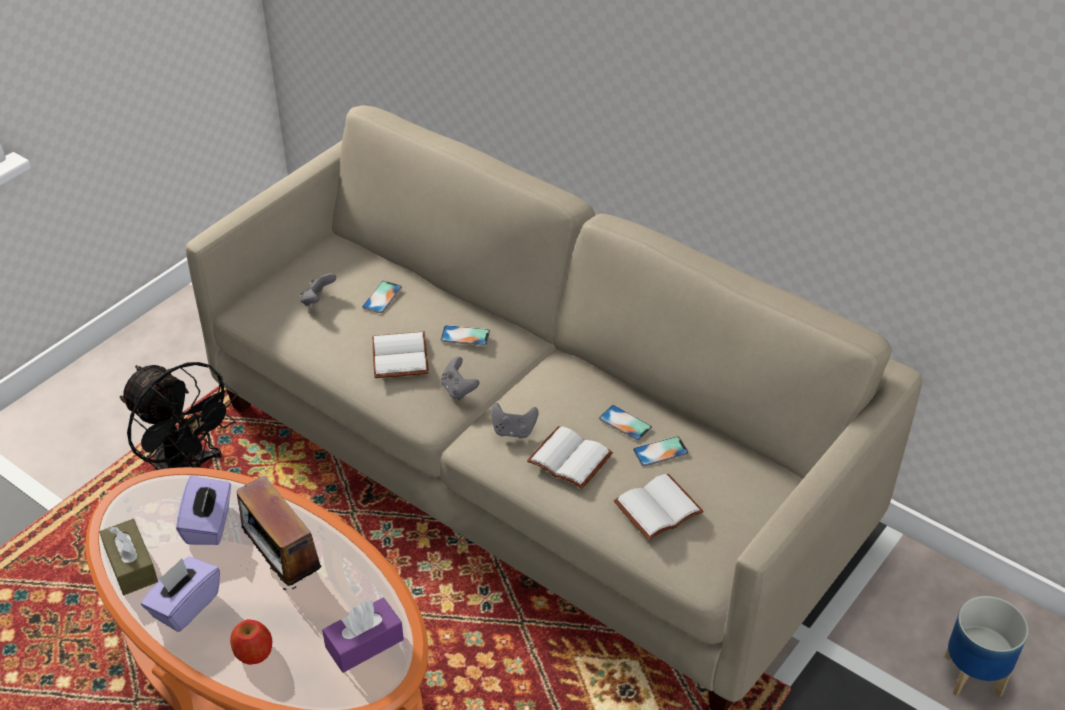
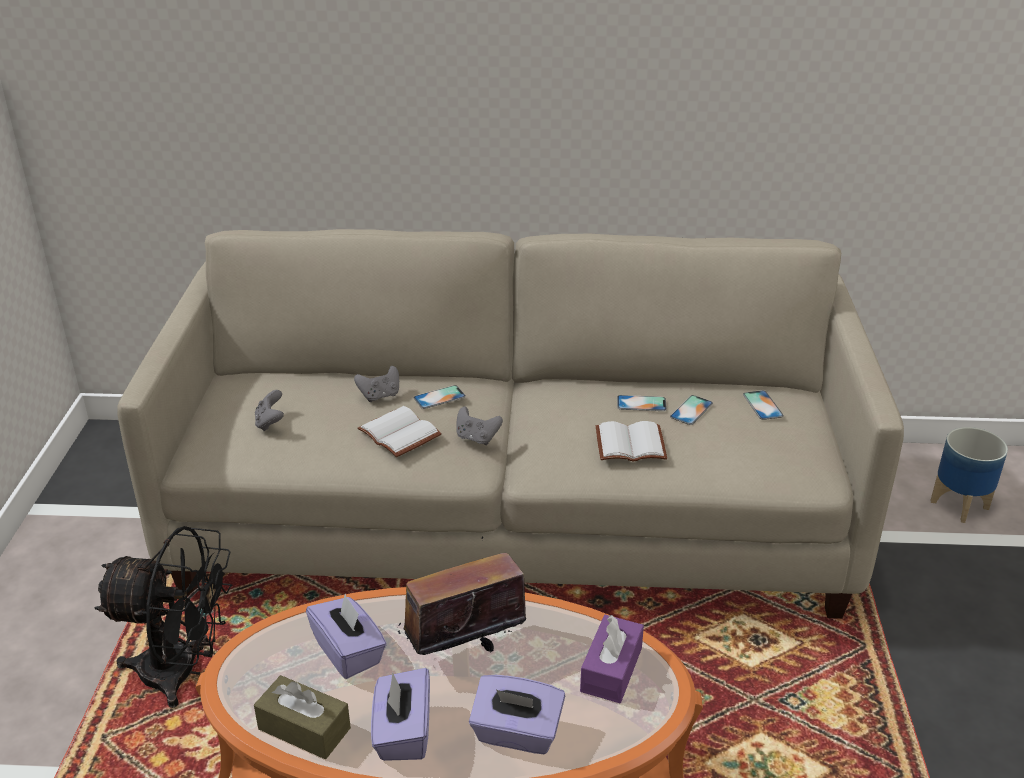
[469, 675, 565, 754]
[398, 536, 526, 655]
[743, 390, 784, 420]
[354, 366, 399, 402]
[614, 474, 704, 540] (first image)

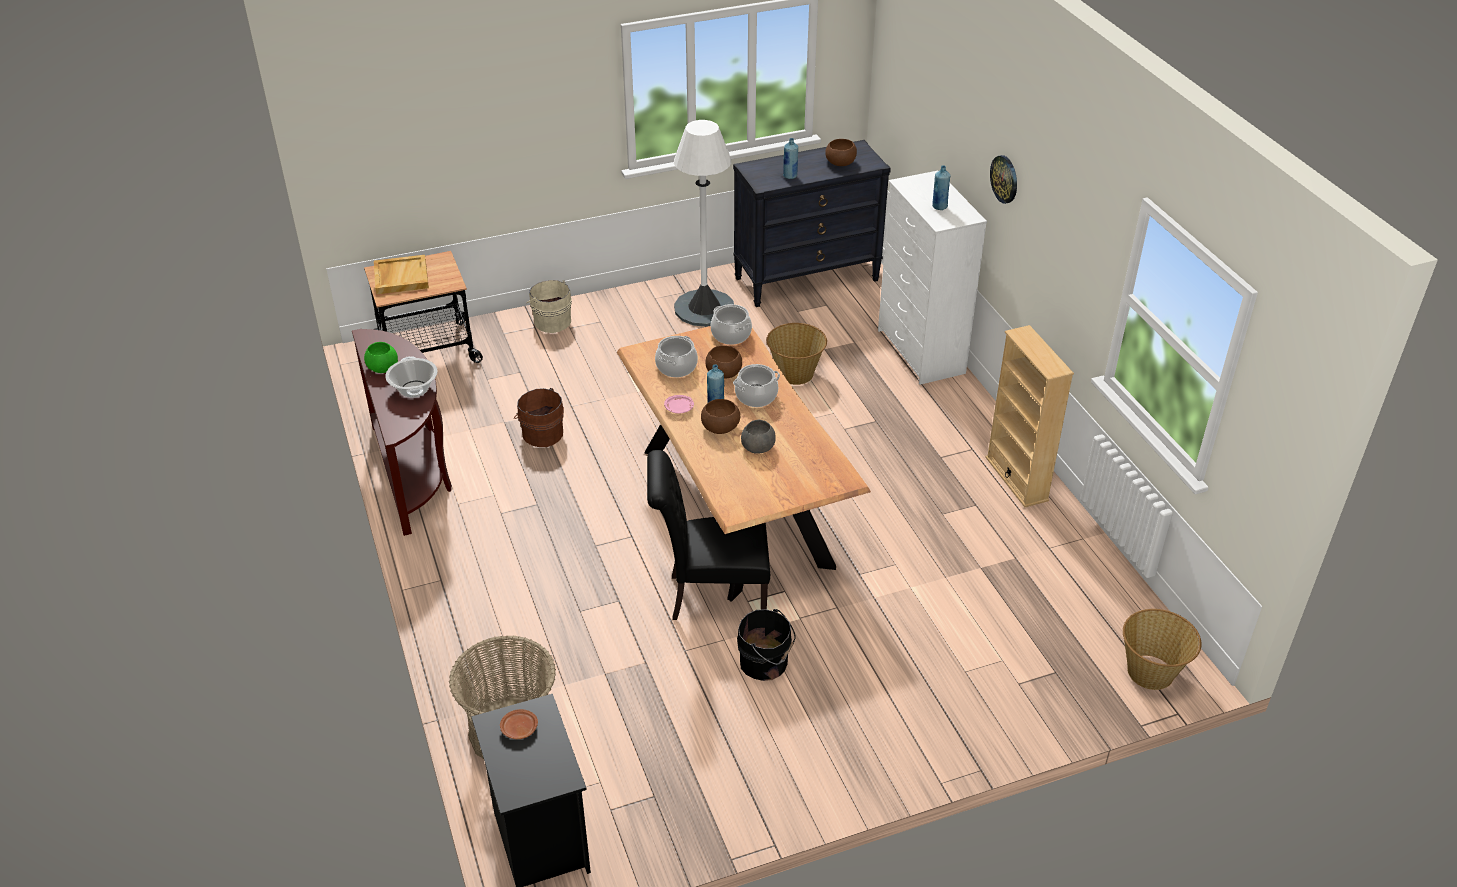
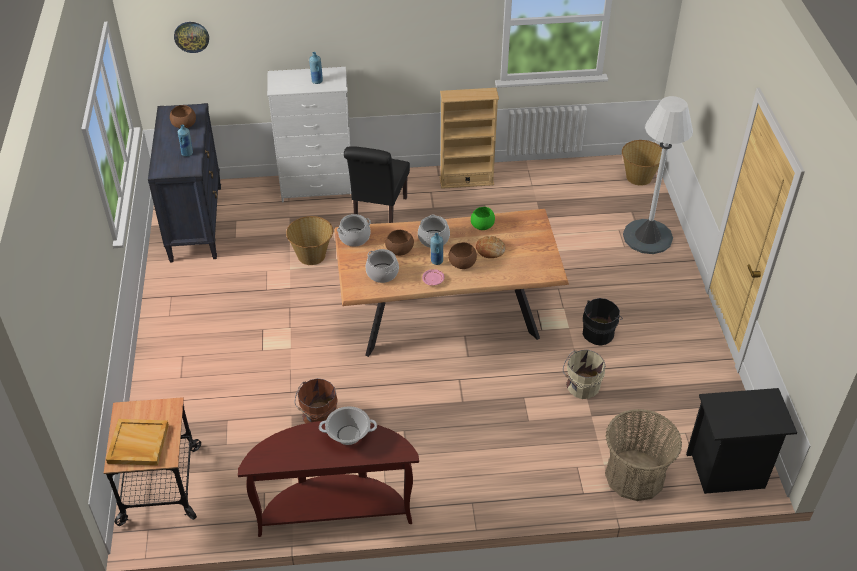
[471, 207, 495, 230]
[500, 709, 538, 739] (first image)
[563, 350, 605, 399]
[344, 146, 410, 223]
[623, 96, 693, 254]
[476, 236, 505, 258]
[174, 22, 209, 53]

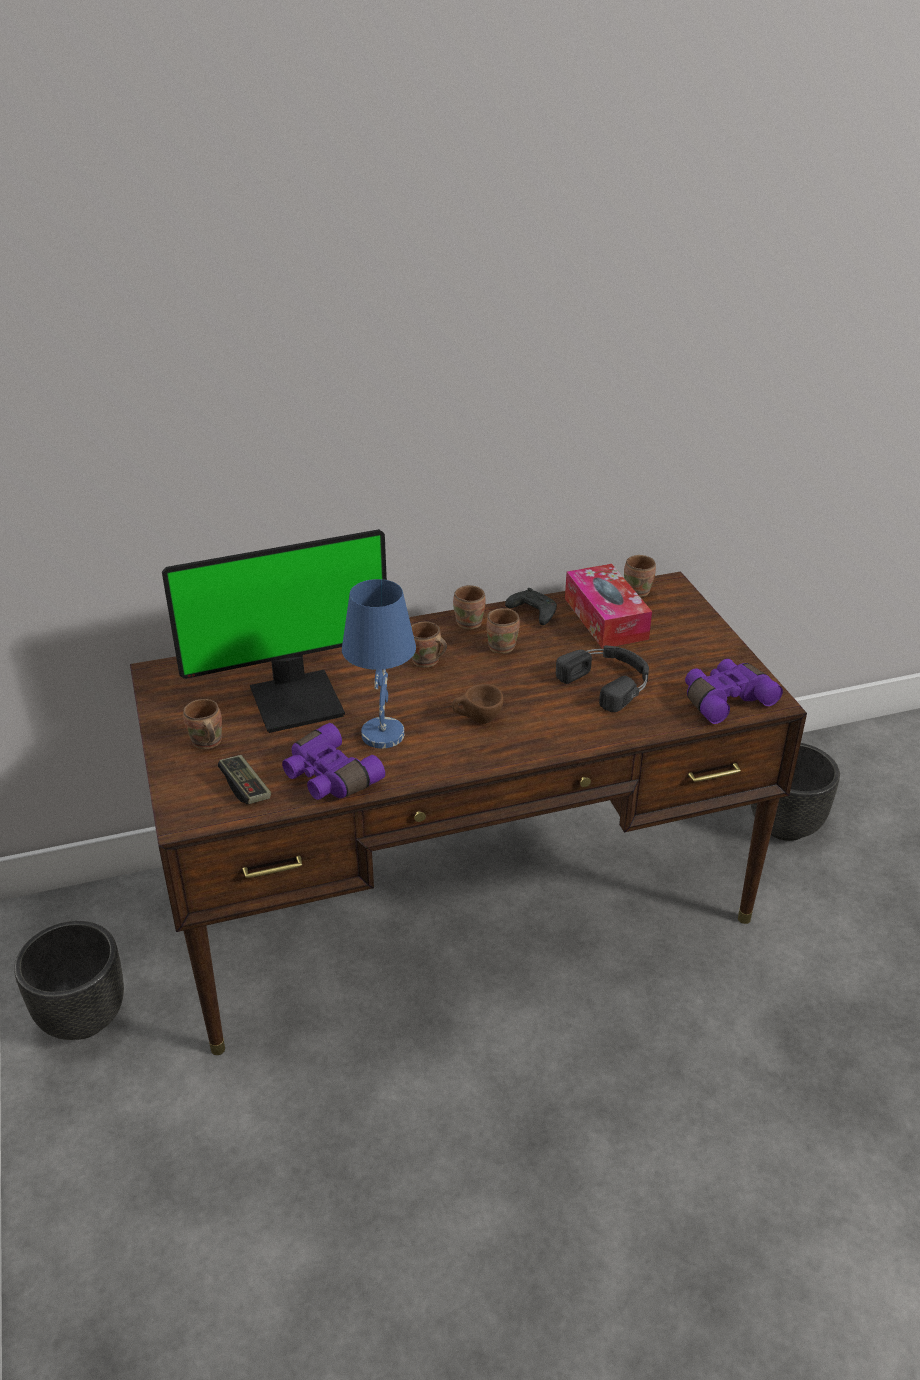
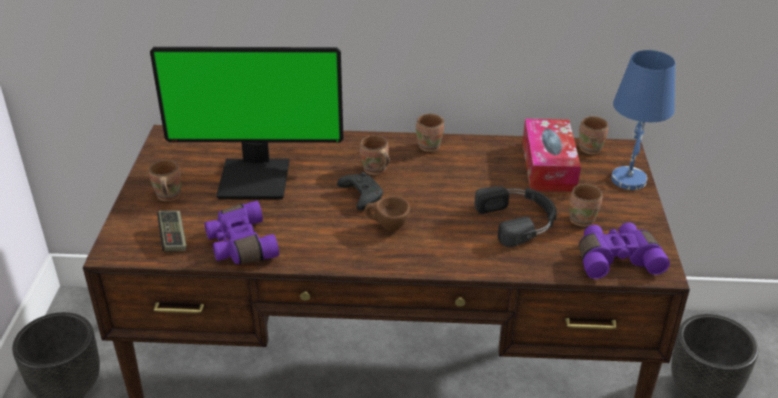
[611, 50, 675, 190]
[569, 184, 602, 227]
[337, 172, 383, 210]

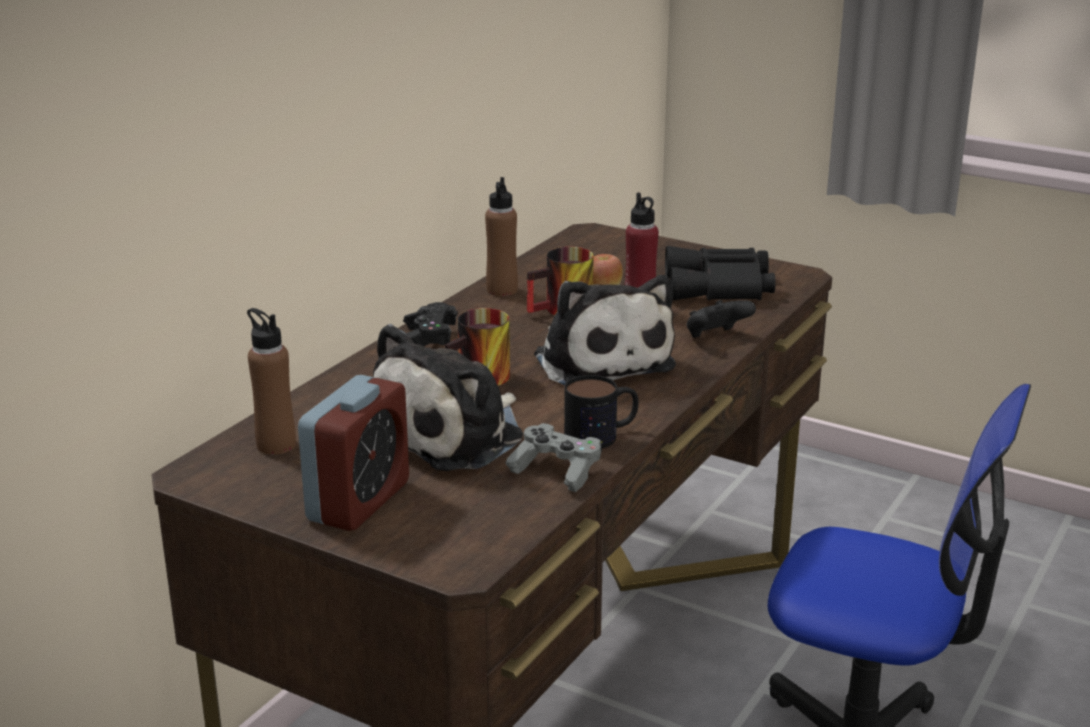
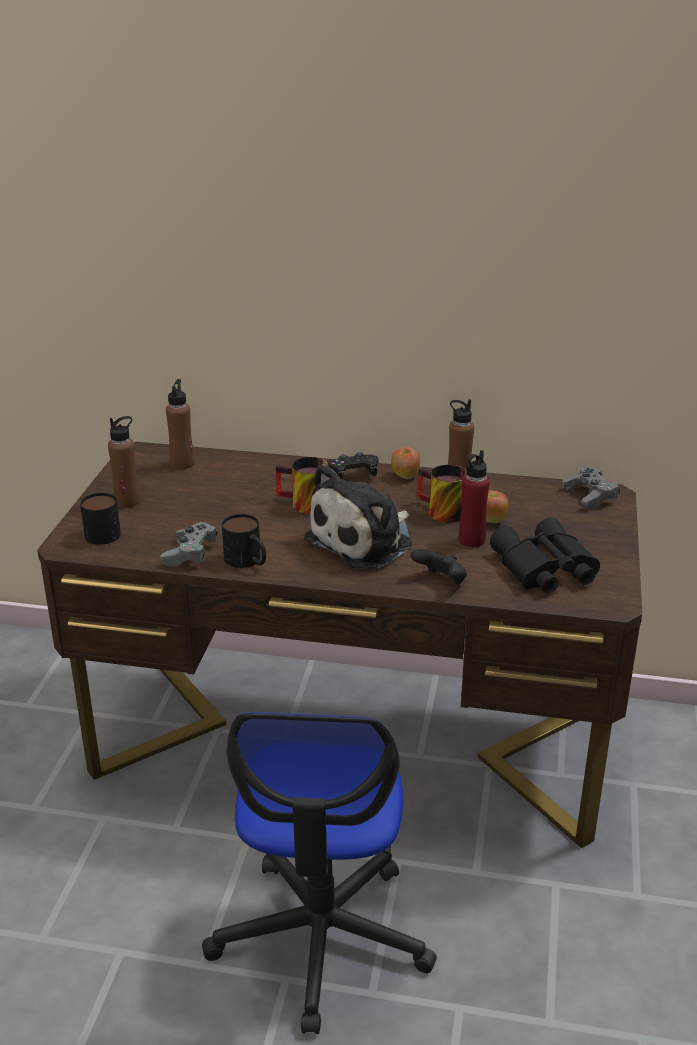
[108, 416, 140, 508]
[373, 324, 523, 471] (first image)
[80, 493, 121, 545]
[391, 447, 420, 479]
[562, 467, 620, 510]

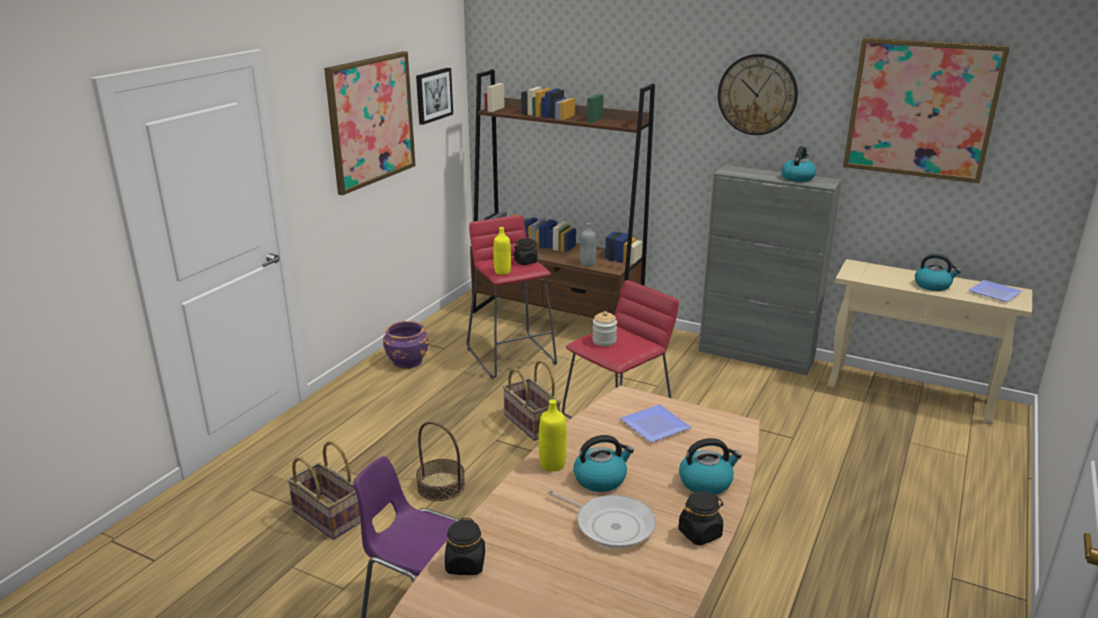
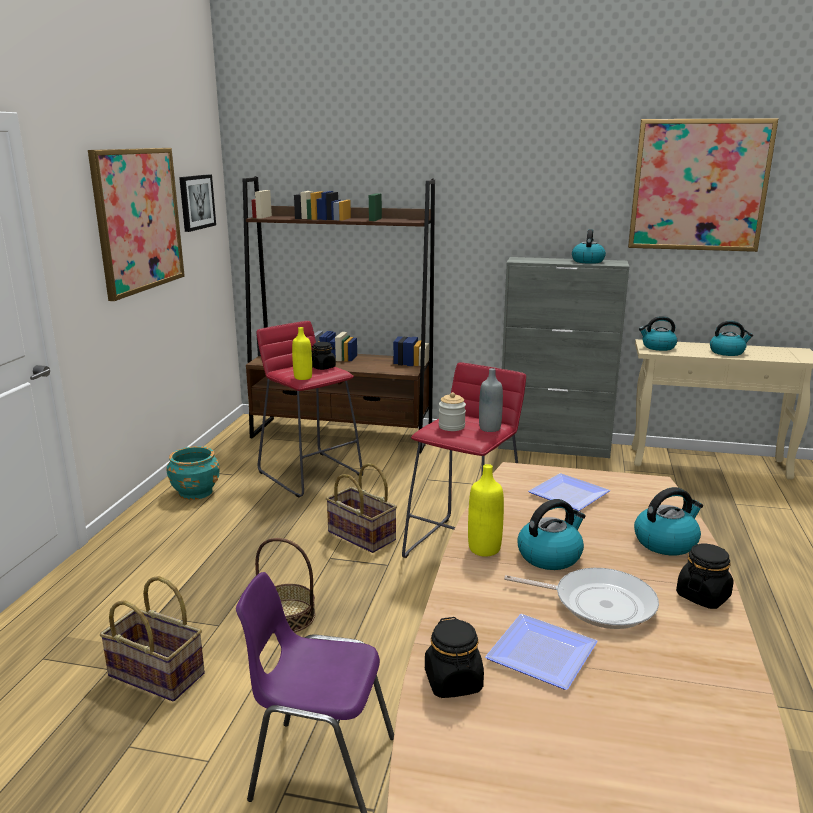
[166, 446, 220, 500]
[479, 368, 503, 432]
[718, 54, 798, 135] (first image)
[485, 614, 598, 690]
[639, 316, 677, 351]

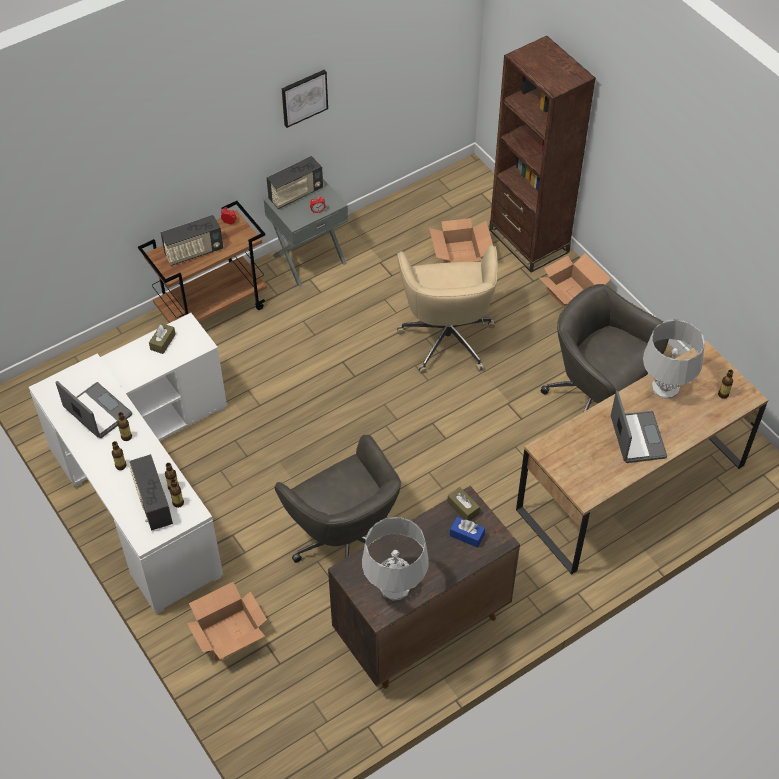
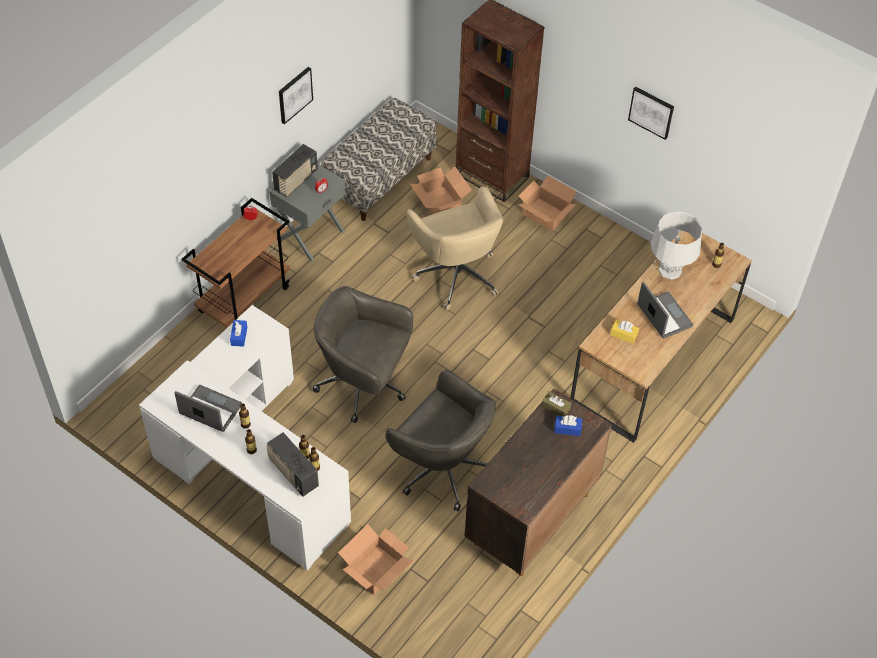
[230, 320, 247, 347]
[161, 215, 223, 266] (first image)
[362, 517, 429, 601] (first image)
[312, 286, 413, 423]
[321, 98, 436, 221]
[610, 320, 639, 344]
[628, 87, 674, 140]

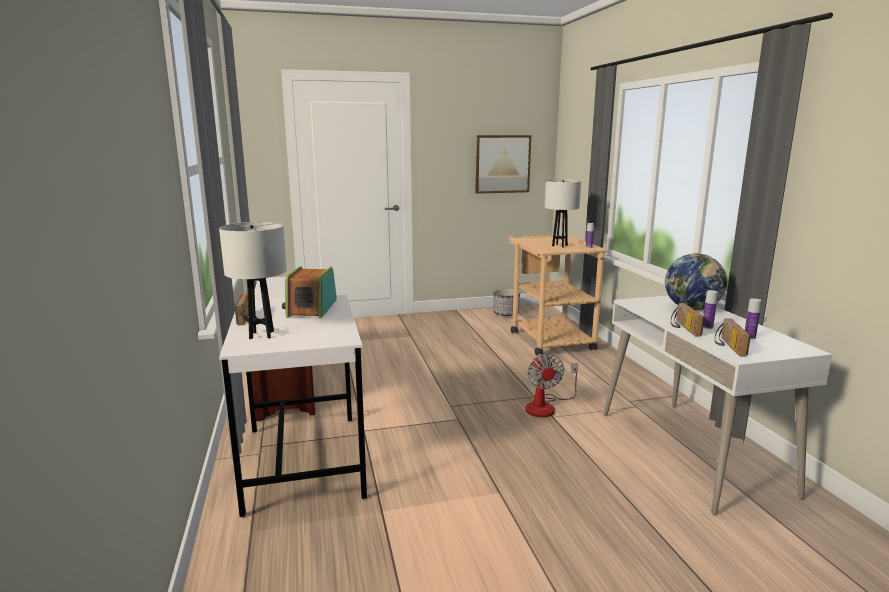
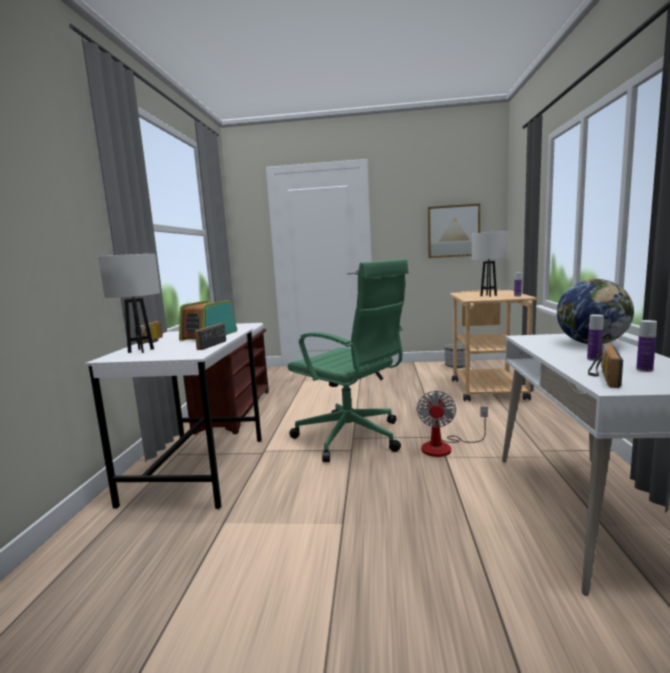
[195, 323, 226, 350]
[287, 259, 409, 462]

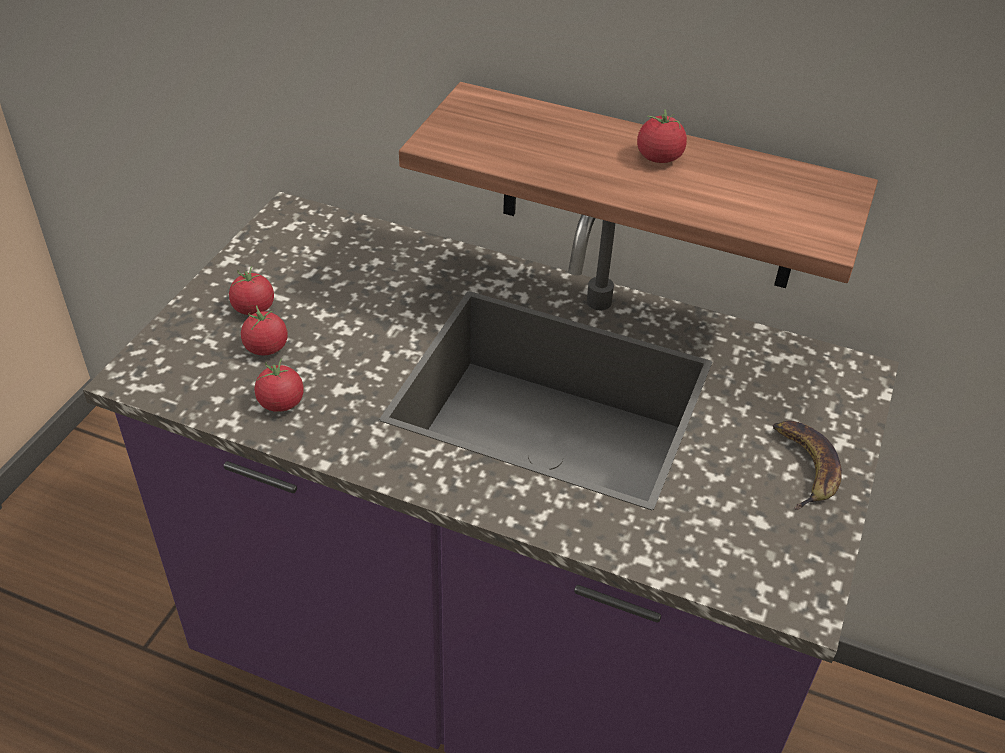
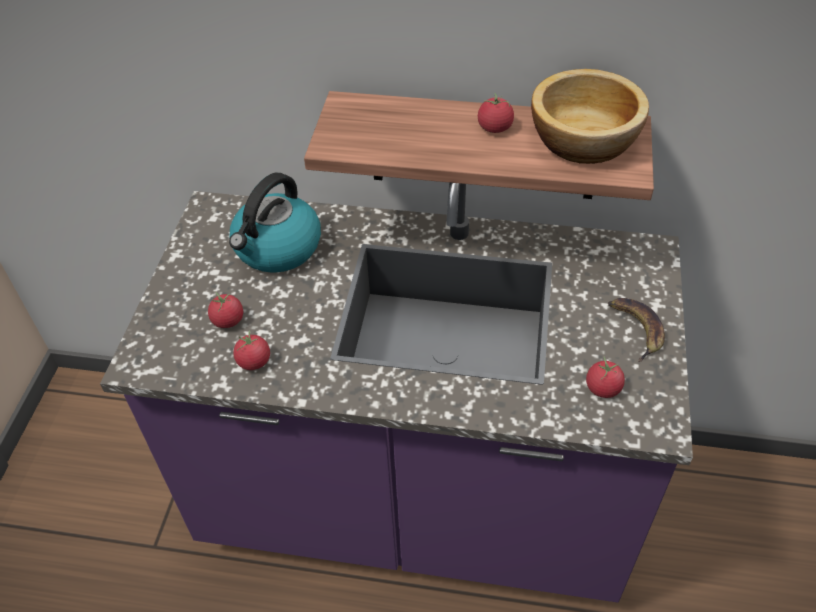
[586, 357, 625, 398]
[229, 173, 321, 273]
[531, 69, 649, 164]

